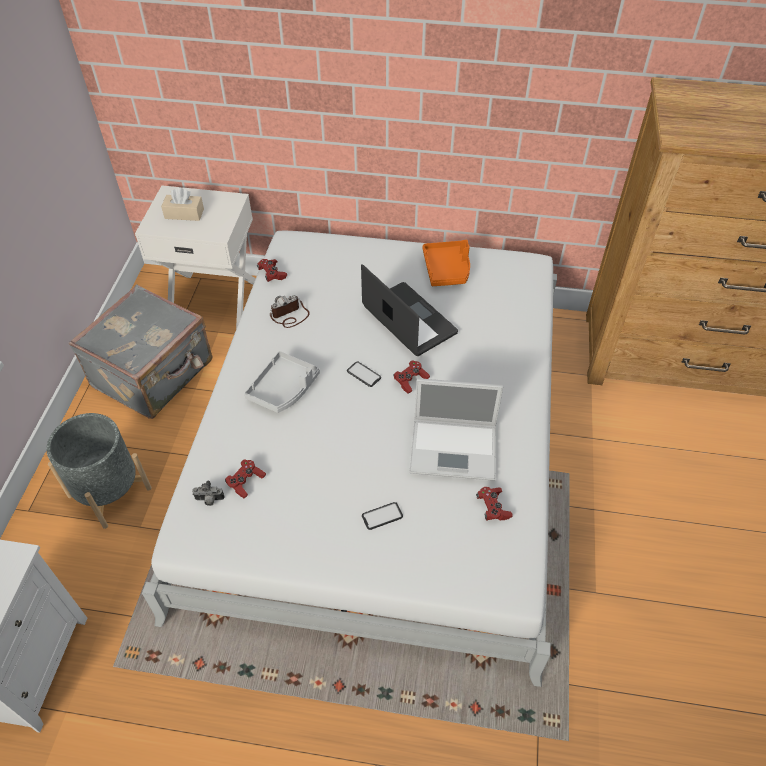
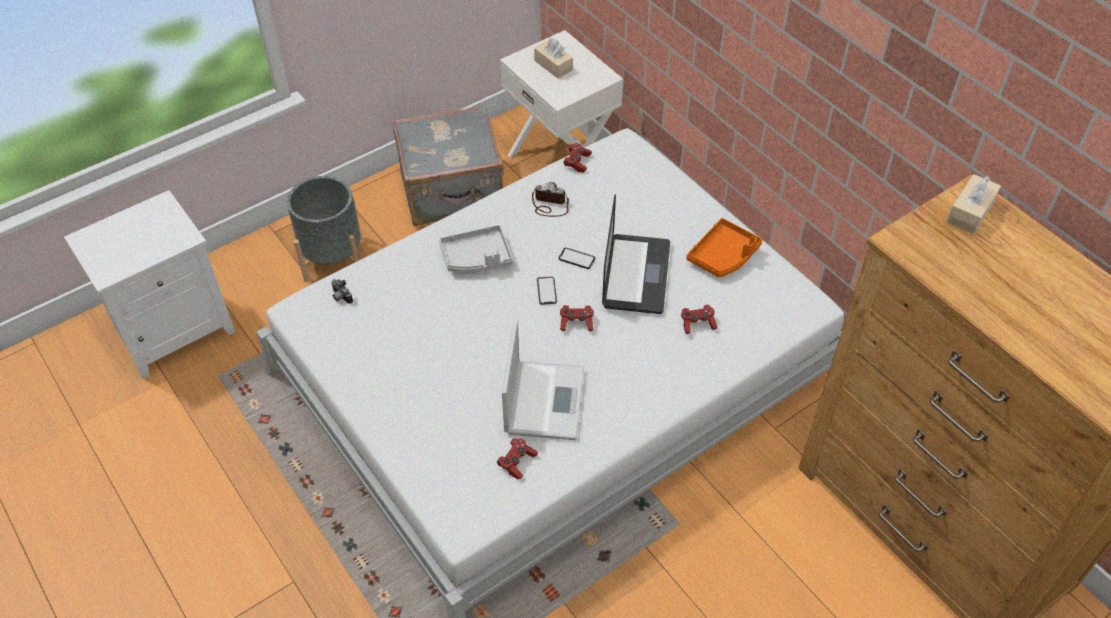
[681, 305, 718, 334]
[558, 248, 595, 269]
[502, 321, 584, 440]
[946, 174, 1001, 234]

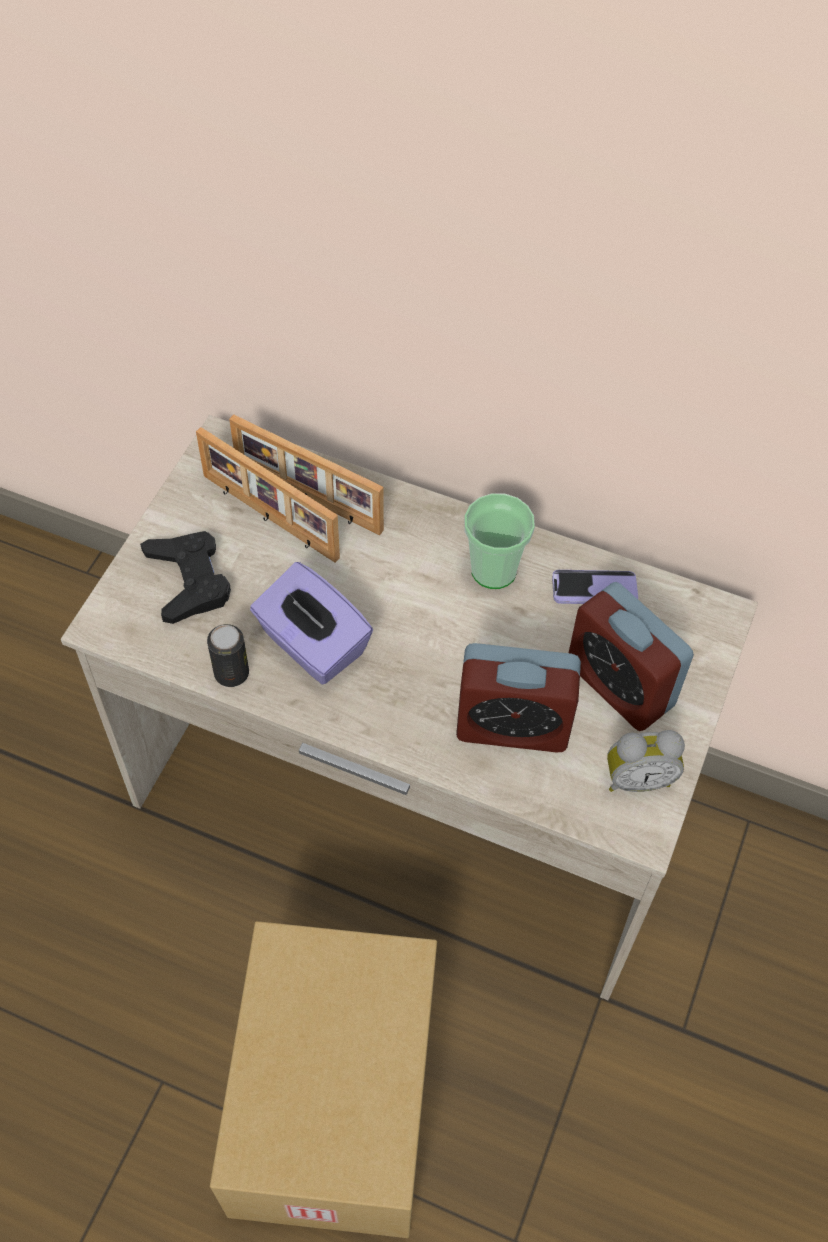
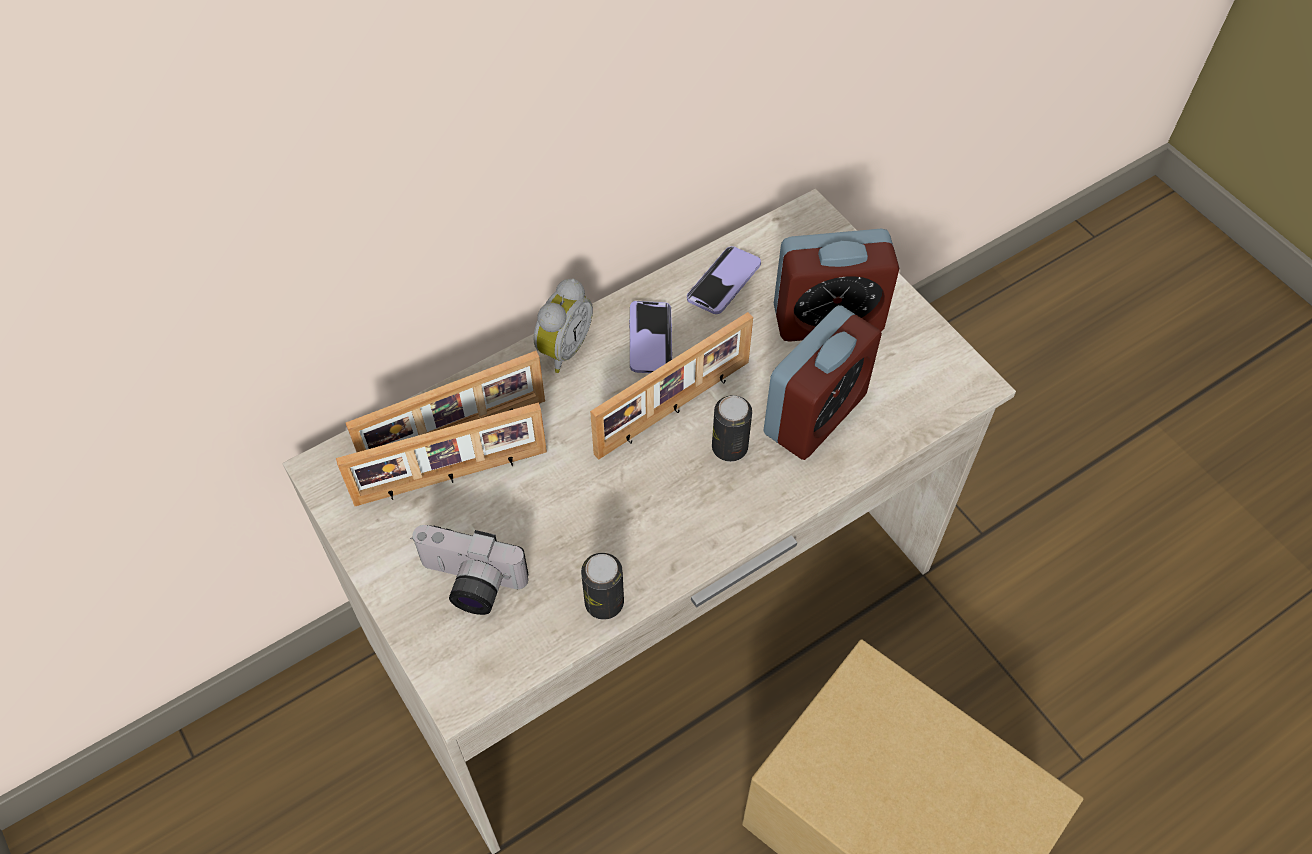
[410, 525, 528, 615]
[250, 562, 373, 684] (first image)
[629, 301, 672, 373]
[534, 279, 593, 373]
[590, 312, 753, 460]
[712, 395, 752, 462]

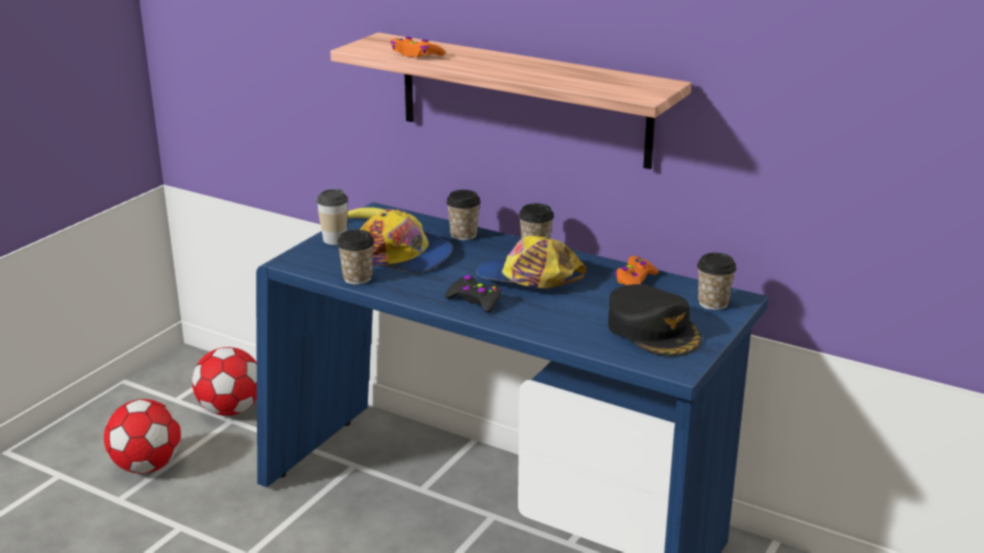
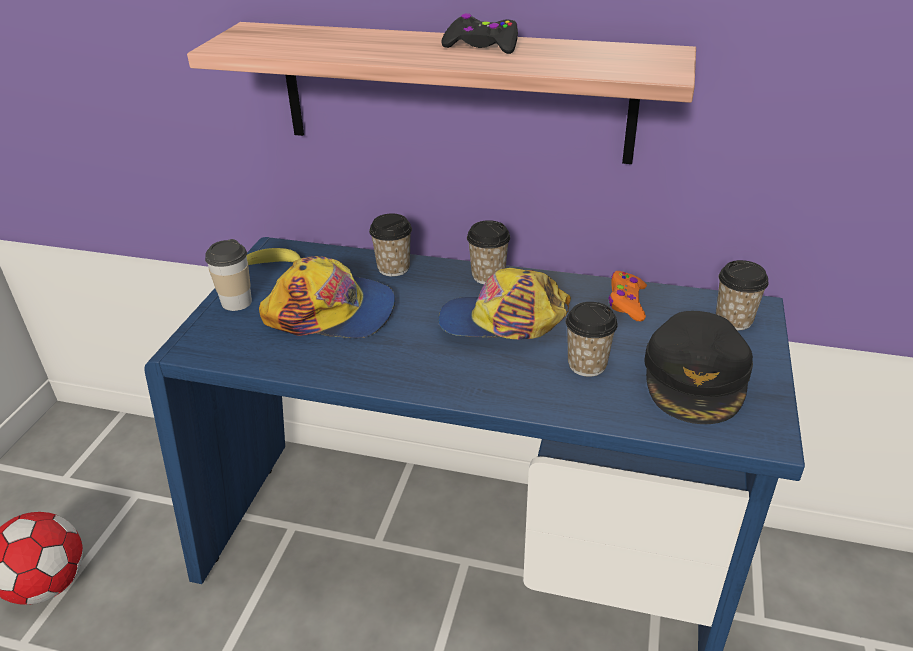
[192, 347, 257, 416] (first image)
[566, 302, 618, 377]
[390, 37, 445, 57] (first image)
[441, 13, 518, 54]
[644, 311, 753, 424]

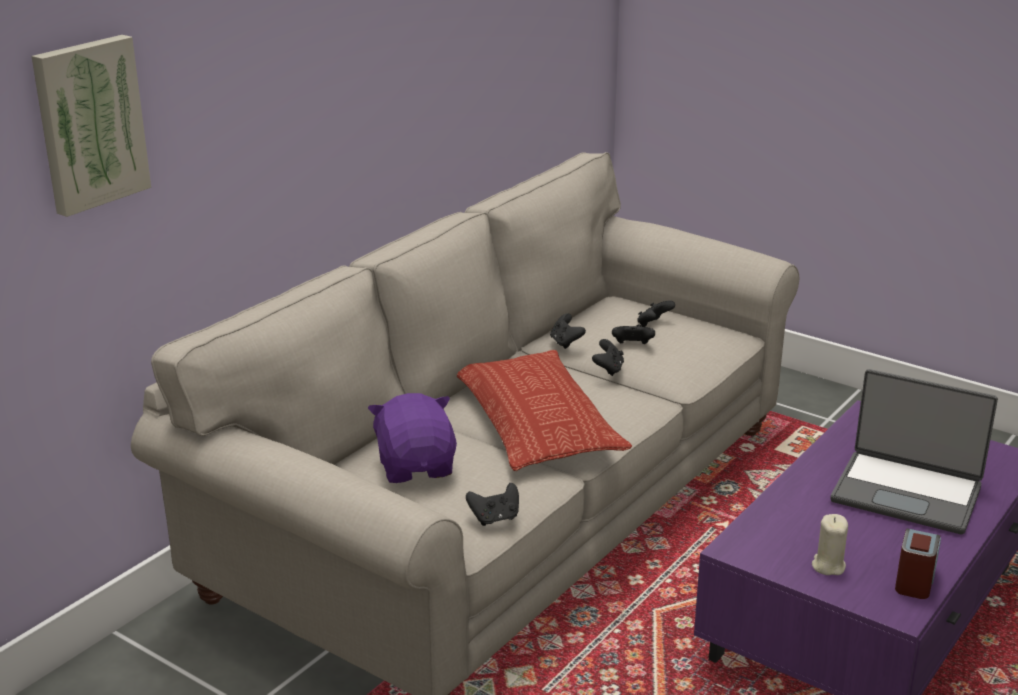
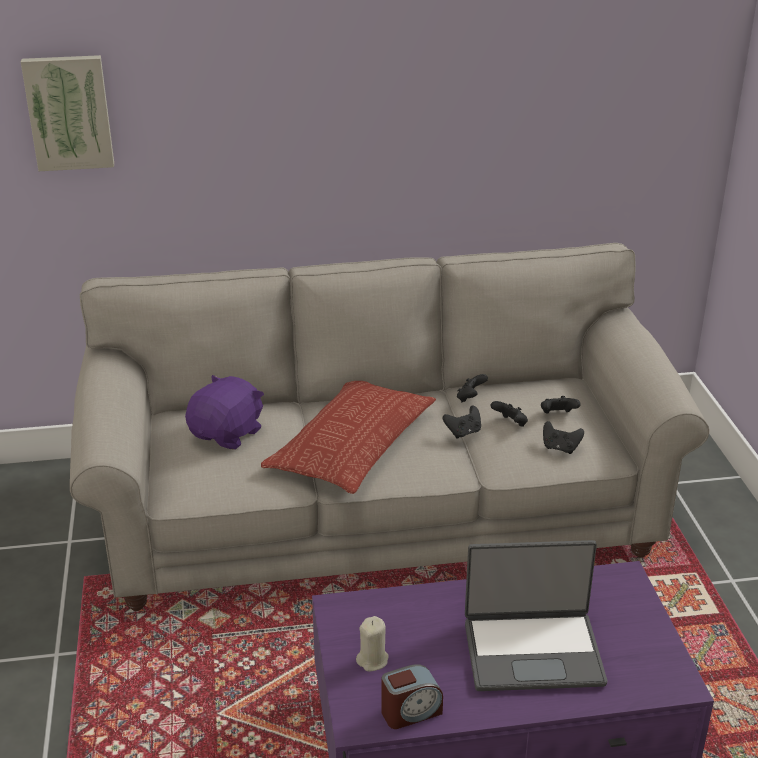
[543, 421, 584, 454]
[465, 540, 608, 691]

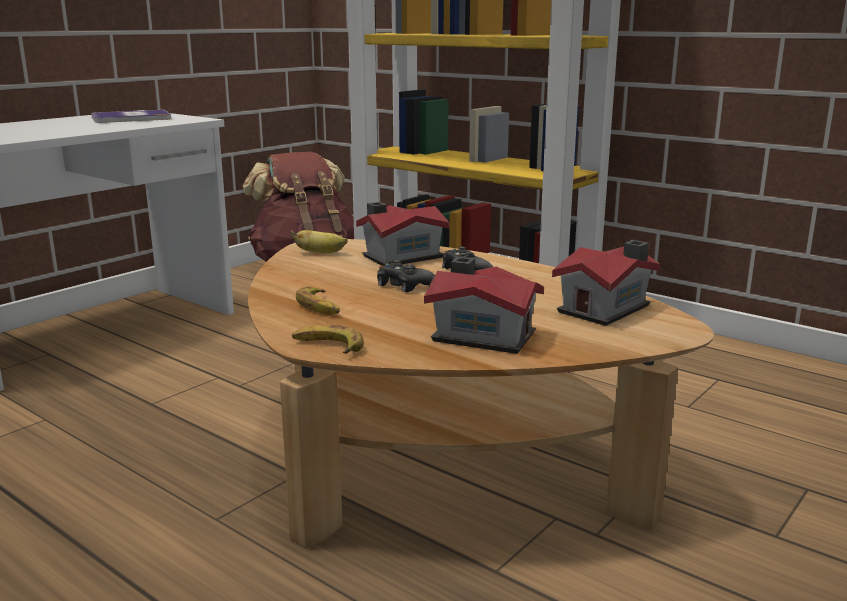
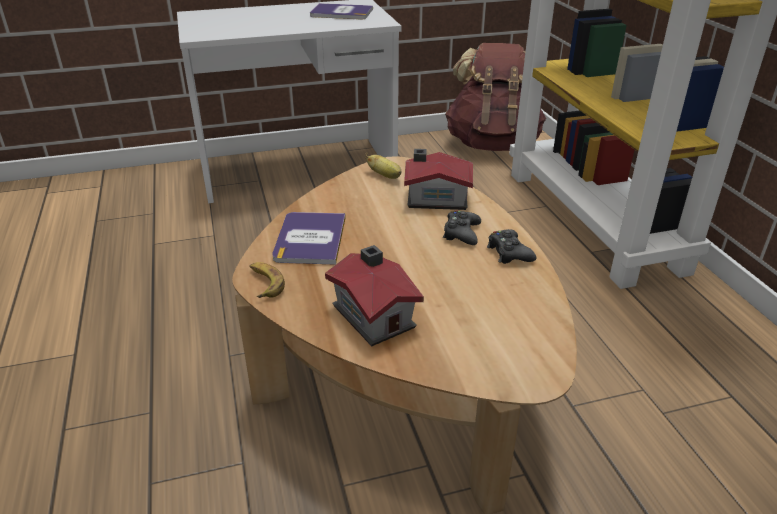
[272, 212, 346, 265]
[487, 229, 536, 264]
[552, 240, 660, 326] (first image)

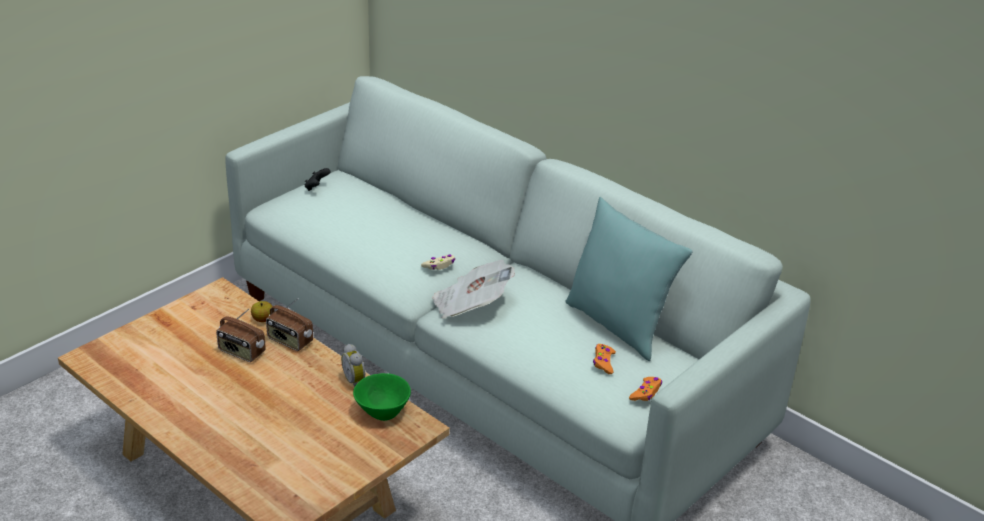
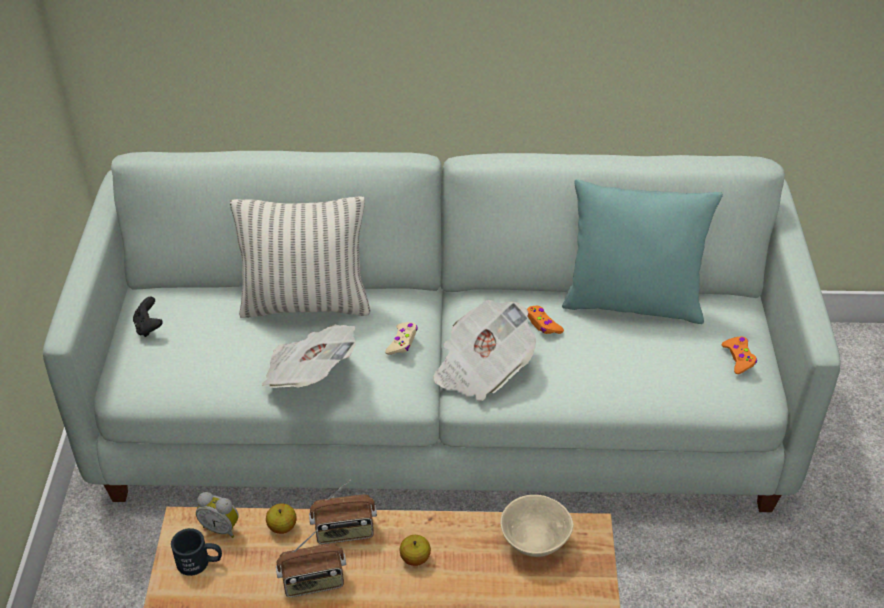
[196, 492, 239, 538]
[500, 495, 573, 557]
[527, 306, 564, 334]
[171, 528, 222, 576]
[230, 196, 371, 318]
[262, 325, 356, 388]
[400, 535, 431, 566]

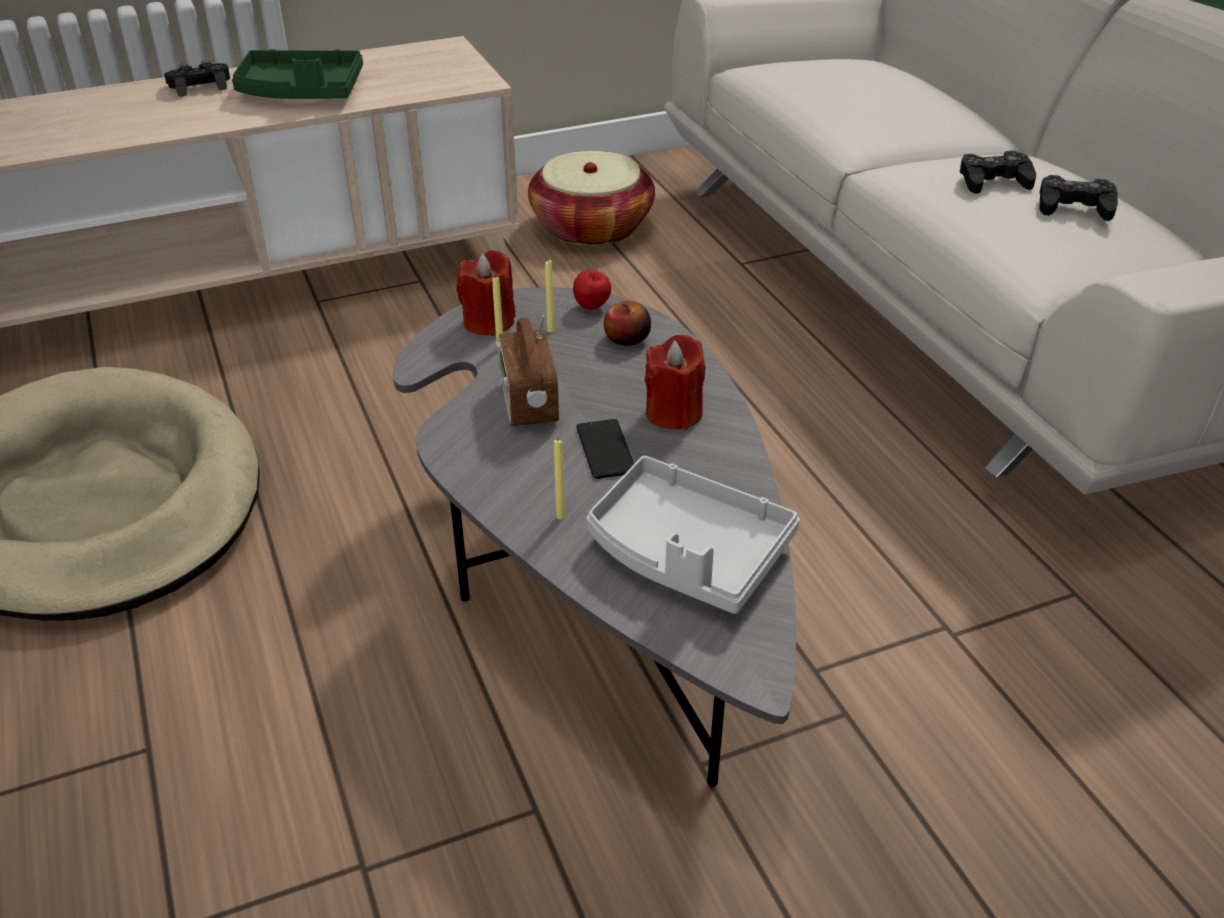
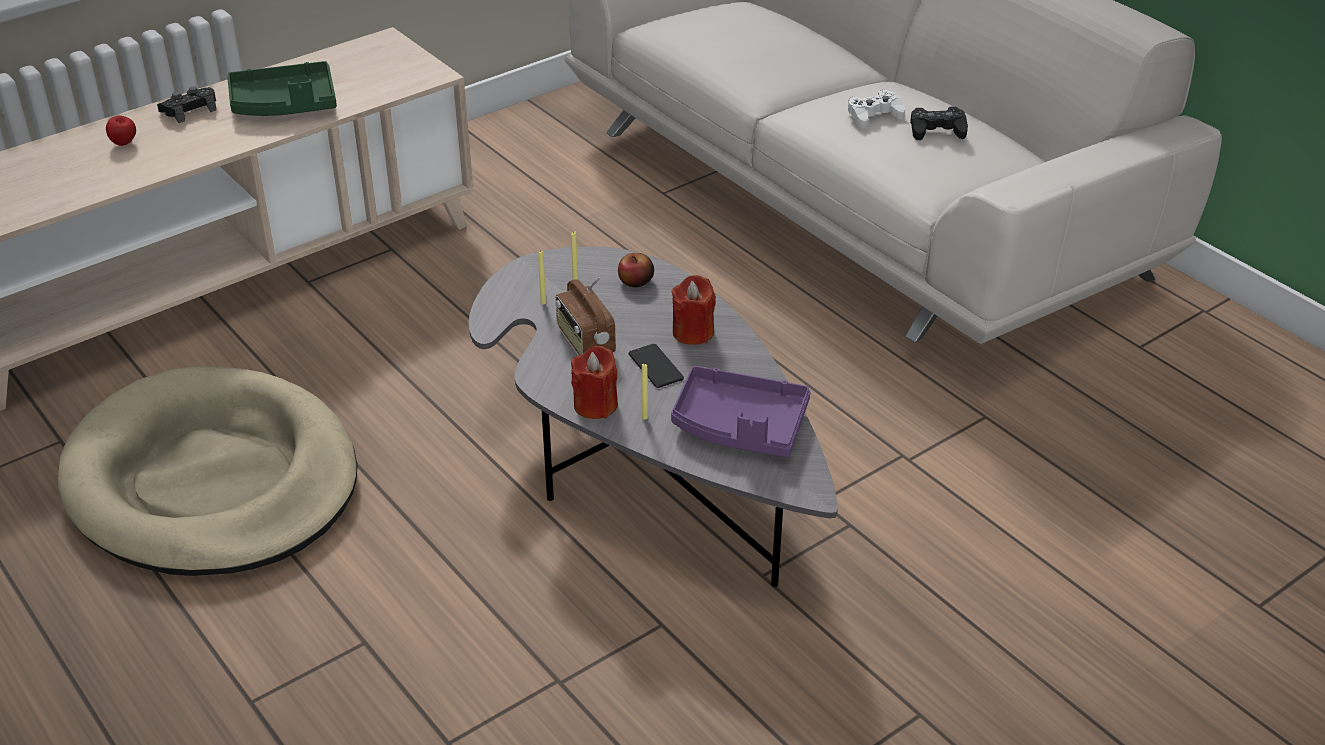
[571, 346, 618, 419]
[528, 151, 655, 246] (first image)
[106, 116, 136, 146]
[671, 366, 811, 457]
[848, 90, 905, 129]

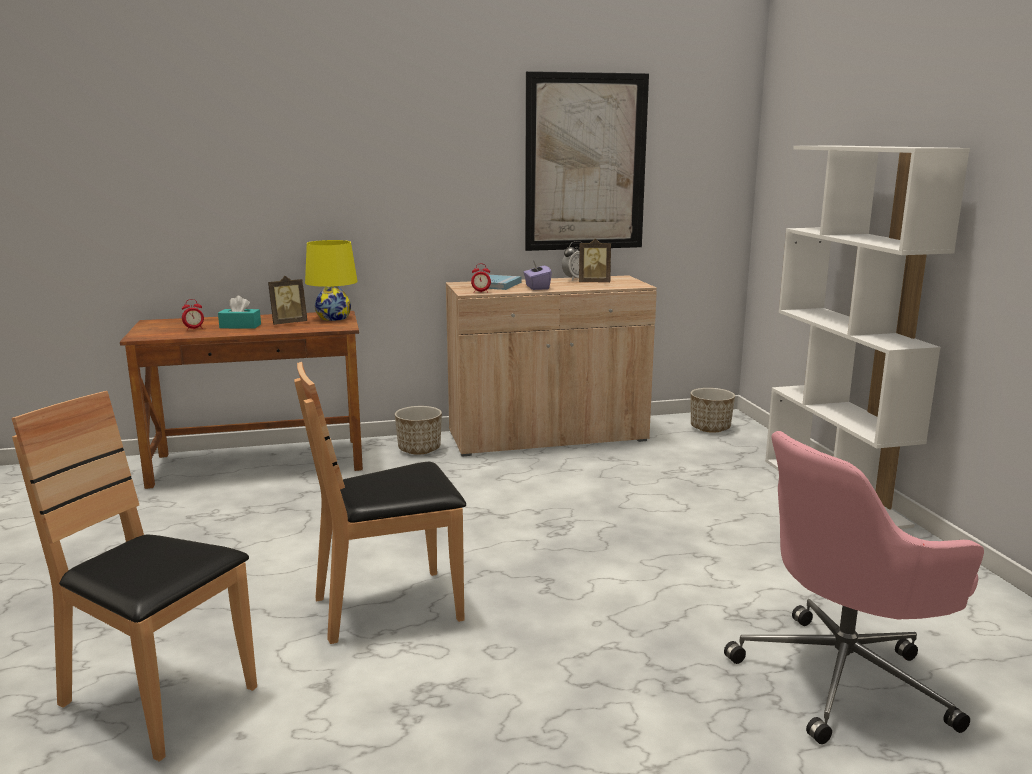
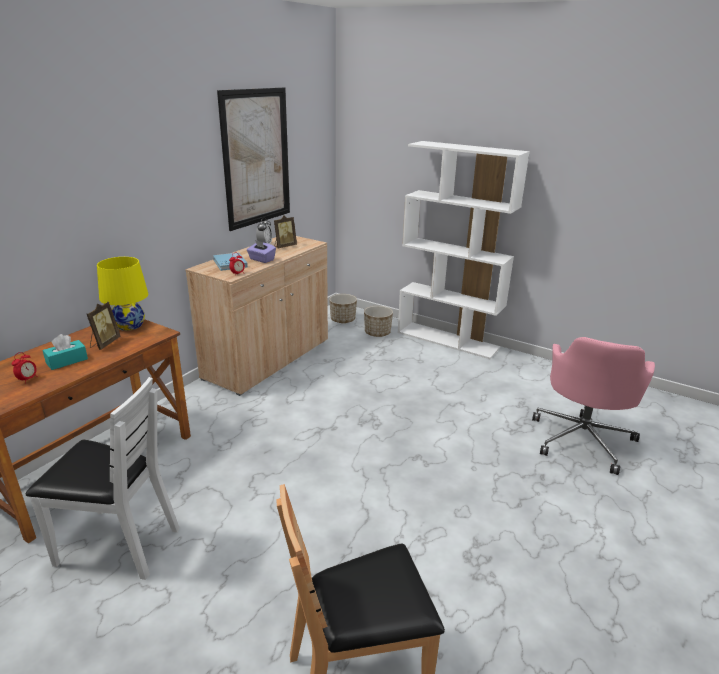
[294, 362, 466, 644] (first image)
[364, 306, 393, 337]
[26, 377, 179, 580]

